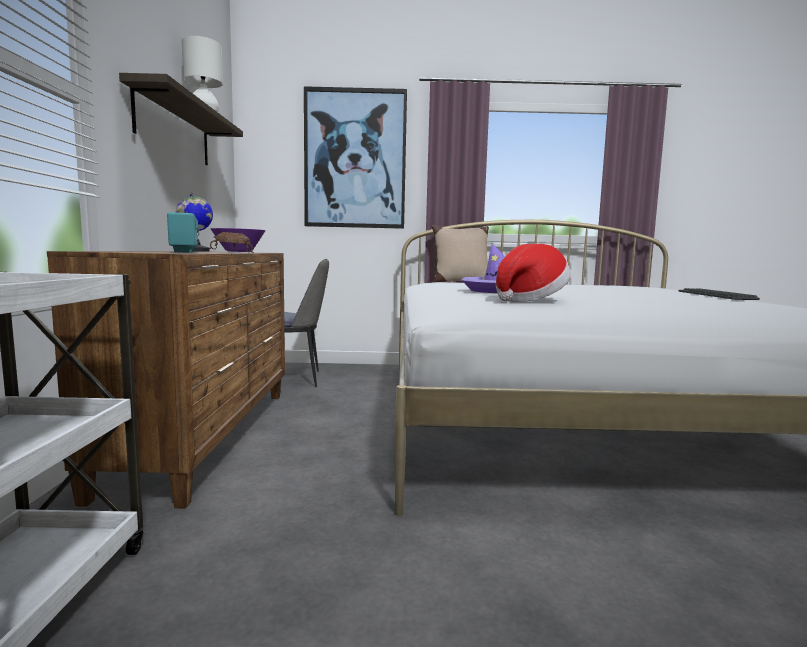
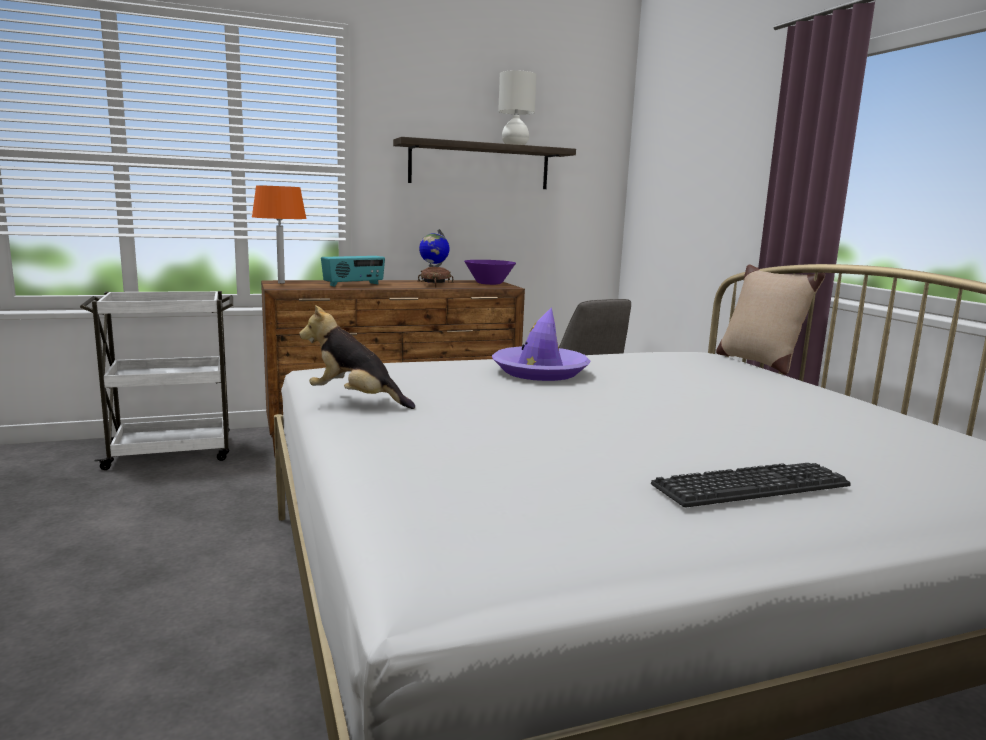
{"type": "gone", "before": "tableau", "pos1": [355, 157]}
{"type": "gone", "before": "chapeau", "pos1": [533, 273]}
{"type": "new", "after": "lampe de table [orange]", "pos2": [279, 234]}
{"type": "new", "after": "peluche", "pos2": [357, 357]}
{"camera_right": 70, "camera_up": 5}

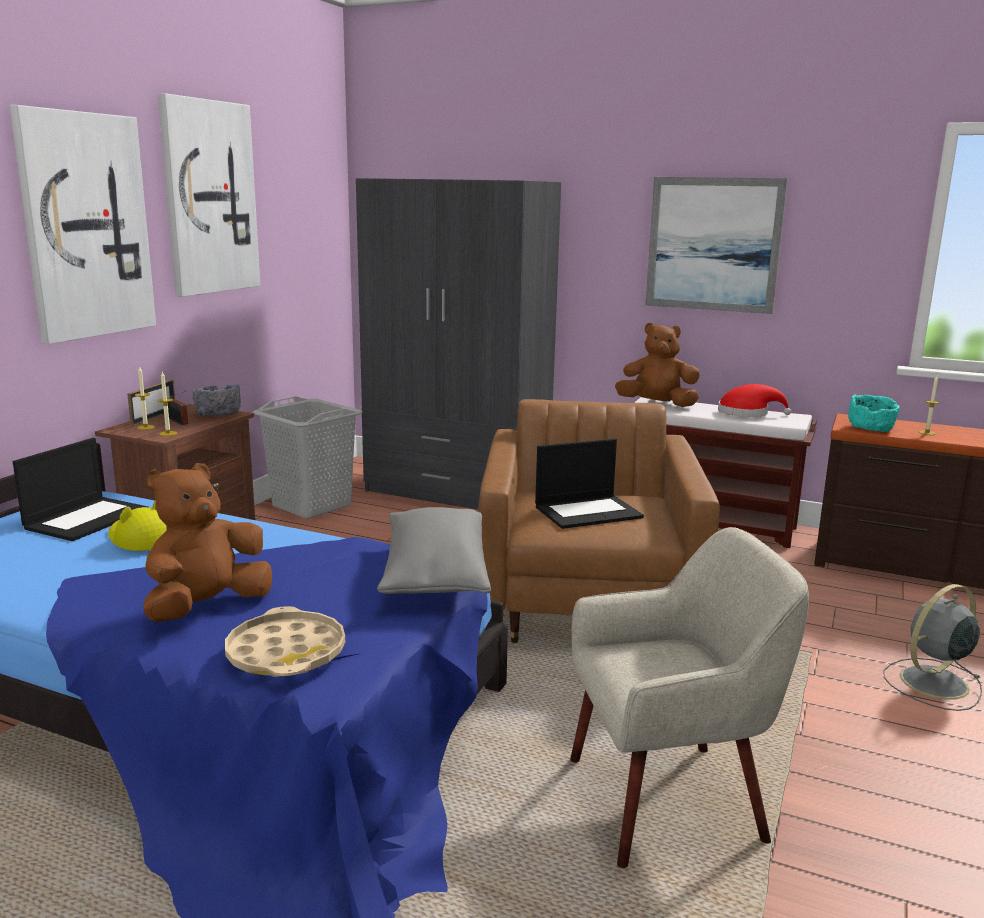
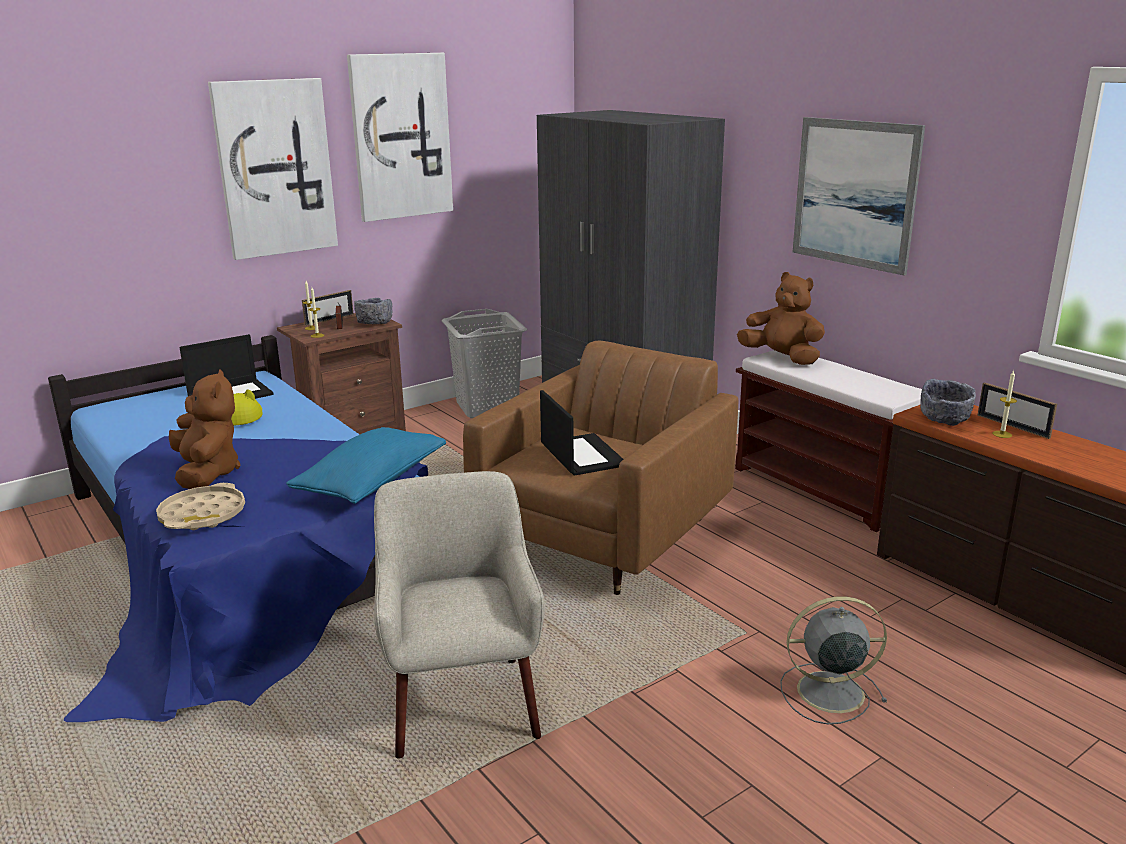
{"type": "rotated", "before": "peluche [marron]", "pos1": [207, 542], "pos2": [205, 429], "turn": 90}
{"type": "repainted", "before": "coussin [gris]", "after": "coussin [bleu]", "pos1": [434, 550], "pos2": [366, 465]}
{"type": "rotated", "before": "ordinateur portable", "pos1": [589, 483], "pos2": [581, 433], "turn": -120}
{"type": "rotated", "before": "fauteuil [beige]", "pos1": [689, 697], "pos2": [459, 615], "turn": -120}
{"type": "gone", "before": "chapeau [rouge]", "pos1": [754, 400]}
{"type": "repainted", "before": "bol [turquoise]", "after": "bol [gris]", "pos1": [874, 413], "pos2": [948, 402]}
{"type": "new", "after": "cadre photo", "pos2": [1017, 410]}
{"camera_right": 30, "camera_up": 5}

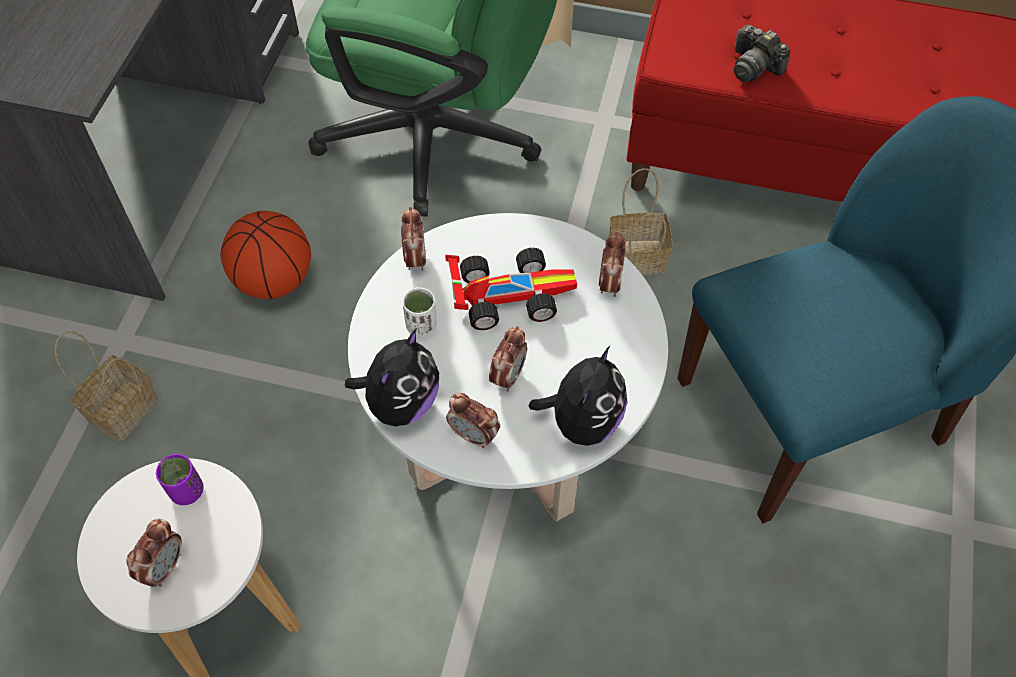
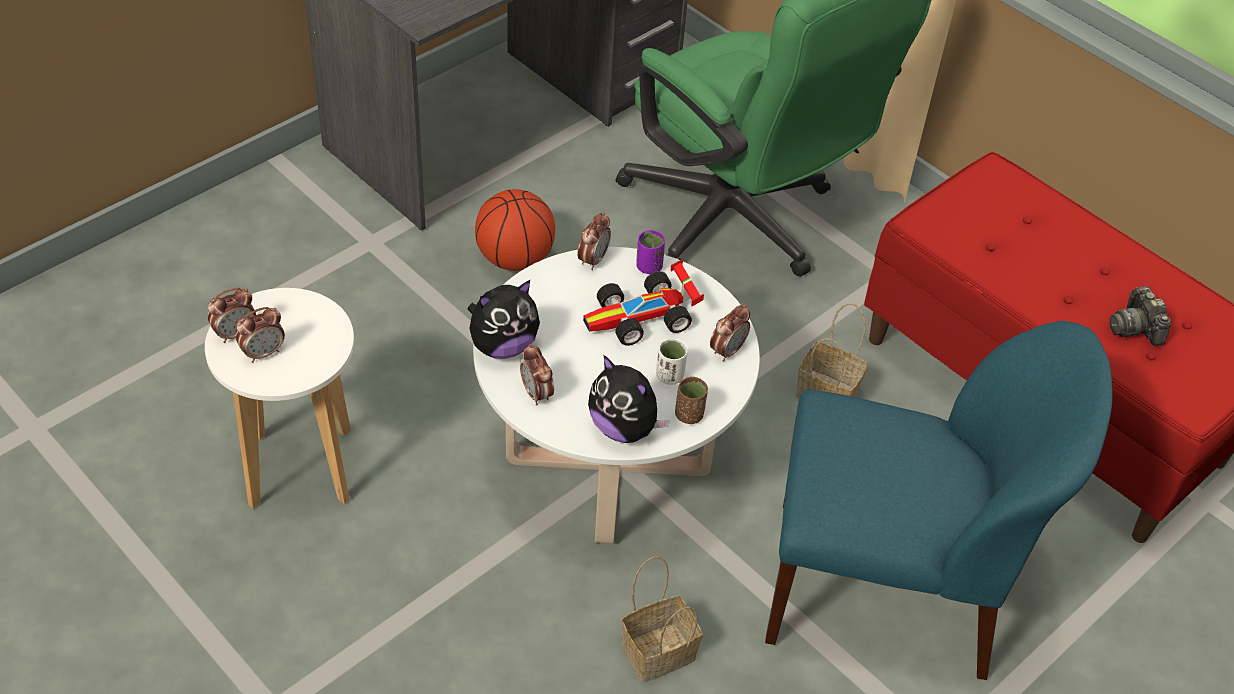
{"type": "shifted", "before": "panier", "pos1": [106, 386], "pos2": [662, 619]}
{"type": "shifted", "before": "tasse [violet]", "pos1": [180, 479], "pos2": [650, 252]}
{"type": "shifted", "before": "tasse [blanc]", "pos1": [419, 312], "pos2": [672, 362]}
{"type": "rotated", "before": "petite voiture", "pos1": [511, 289], "pos2": [643, 302], "turn": 135}
{"type": "shifted", "before": "réveil", "pos1": [508, 359], "pos2": [232, 315]}
{"type": "rotated", "before": "peluche", "pos1": [578, 396], "pos2": [629, 399], "turn": 75}
{"type": "shifted", "before": "appareil photo", "pos1": [762, 53], "pos2": [1140, 316]}
{"type": "new", "after": "tasse [marron]", "pos2": [691, 400]}
{"camera_right": 30, "camera_up": -10}

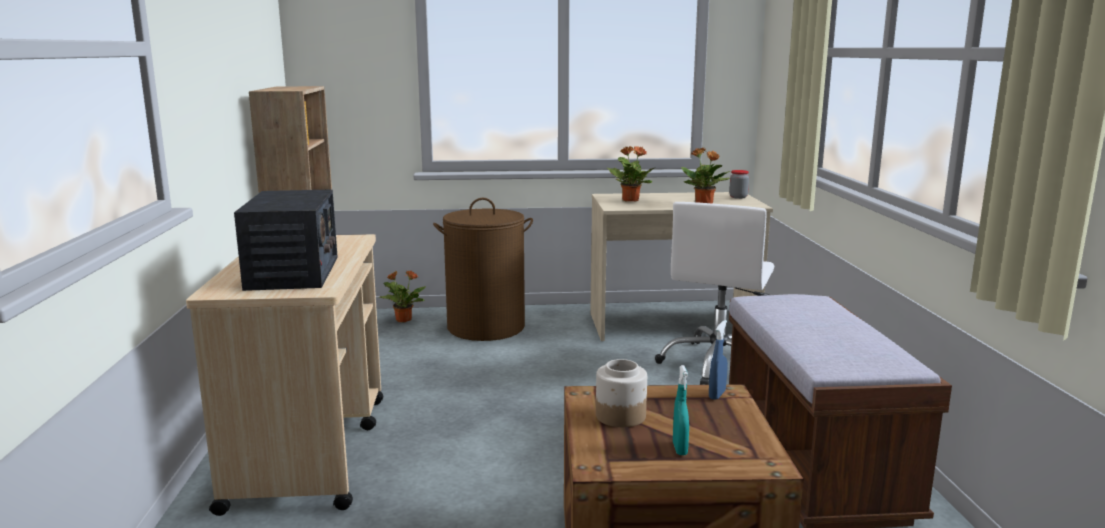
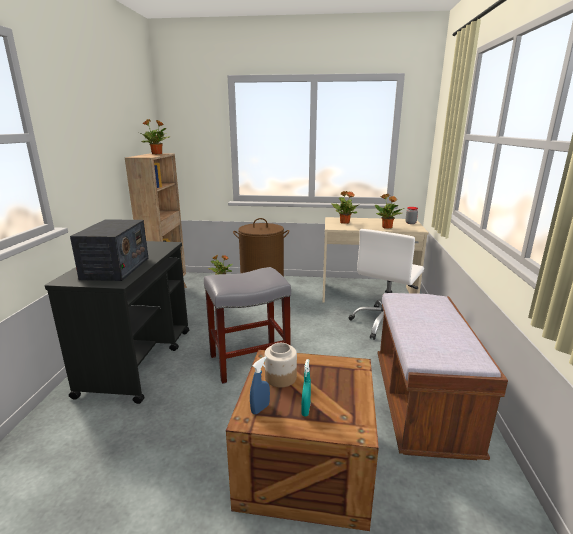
{"type": "repainted", "before": "chariot [beige]", "after": "chariot [noir]", "pos1": [284, 375], "pos2": [117, 322]}
{"type": "shifted", "before": "vaporisateur [bleu]", "pos1": [718, 360], "pos2": [260, 385]}
{"type": "new", "after": "plante en pot", "pos2": [155, 136]}
{"type": "new", "after": "tabouret [gris]", "pos2": [247, 325]}
{"camera_right": 10, "camera_up": 5}

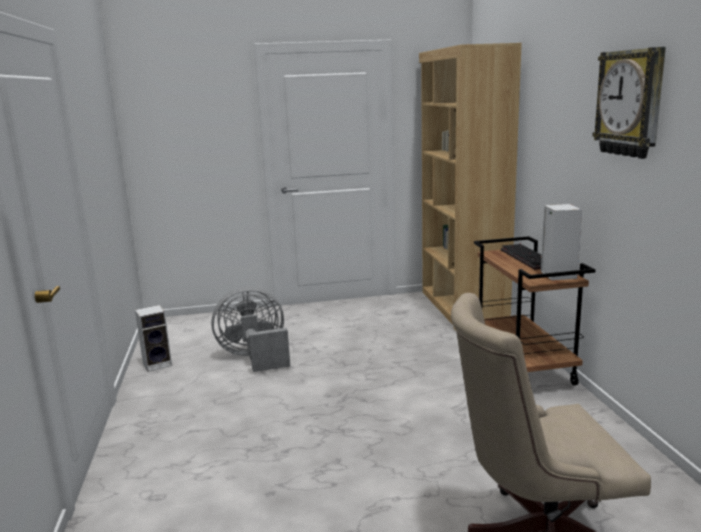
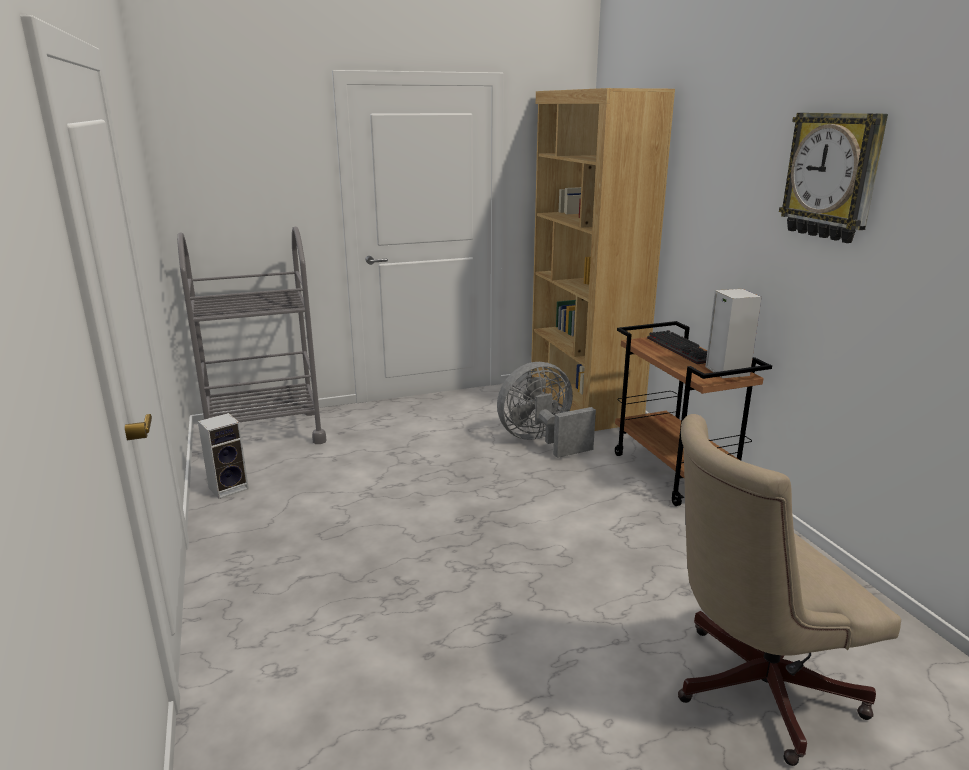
{"type": "shifted", "before": "ventilateur [gris]", "pos1": [250, 329], "pos2": [546, 410]}
{"type": "new", "after": "chariot [gris]", "pos2": [251, 335]}
{"camera_right": -10, "camera_up": 5}

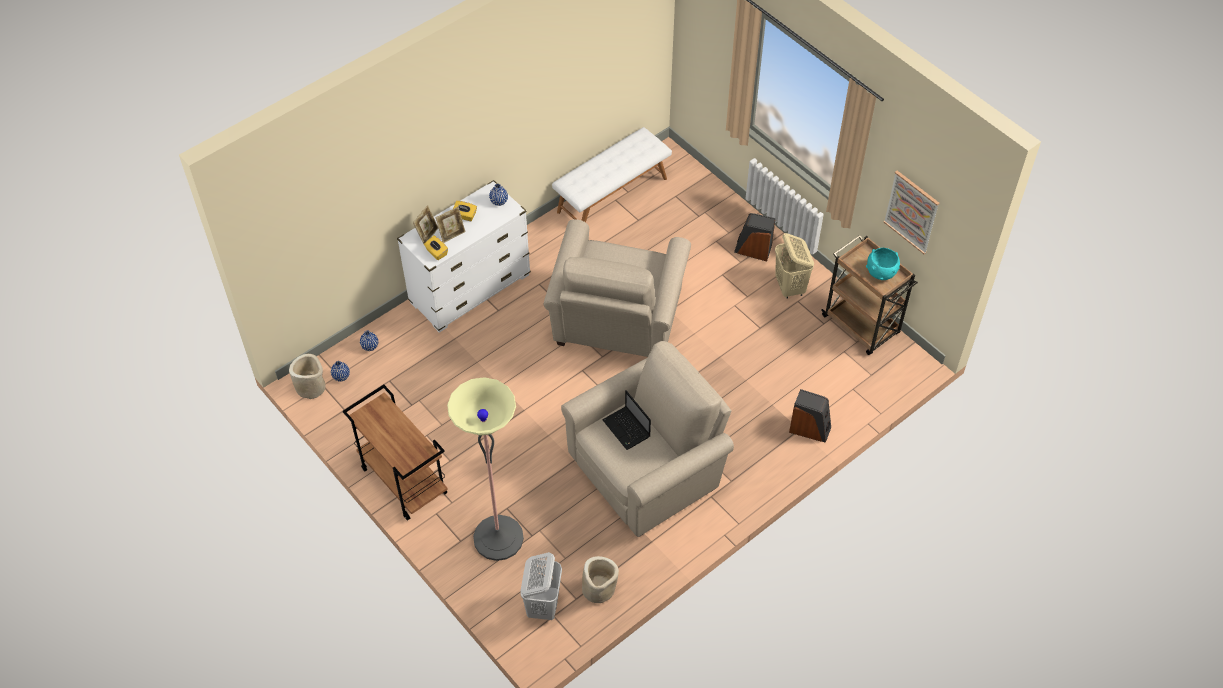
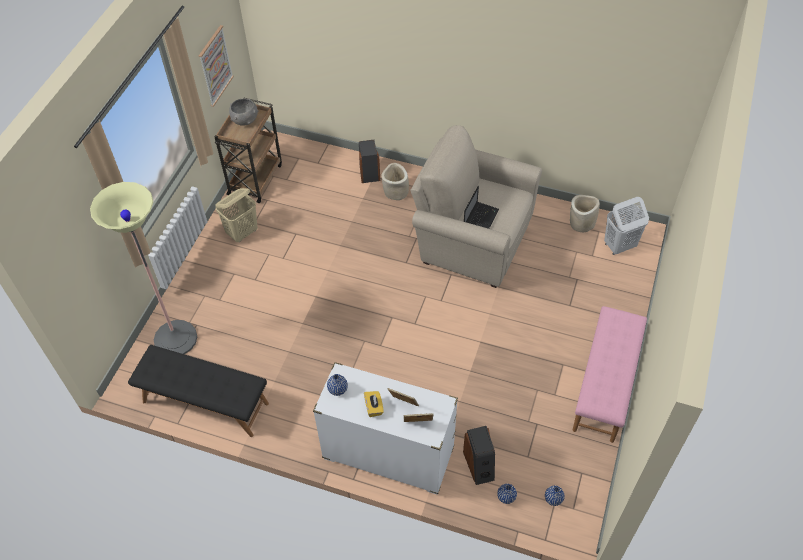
{"type": "shifted", "before": "cache-pot [beige]", "pos1": [307, 376], "pos2": [395, 181]}
{"type": "swapped", "before": "chariot [marron]", "after": "banc [rose]", "pos1": [395, 453], "pos2": [610, 374]}
{"type": "gone", "before": "boîte à mouchoirs [jaune]", "pos1": [436, 247]}
{"type": "shifted", "before": "lampadaire", "pos1": [485, 469], "pos2": [143, 268]}
{"type": "gone", "before": "fauteuil [beige]", "pos1": [617, 288]}
{"type": "repainted", "before": "banc [blanc]", "after": "banc [noir]", "pos1": [612, 174], "pos2": [198, 391]}
{"type": "shifted", "before": "enceinte", "pos1": [754, 237], "pos2": [479, 455]}
{"type": "repainted", "before": "bol [turquoise]", "after": "bol [gris]", "pos1": [883, 264], "pos2": [243, 112]}
{"camera_right": -120, "camera_up": 0}

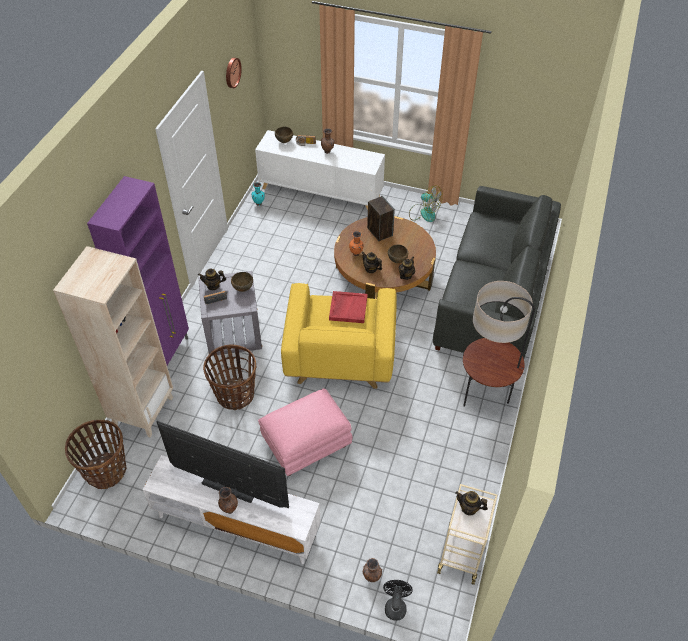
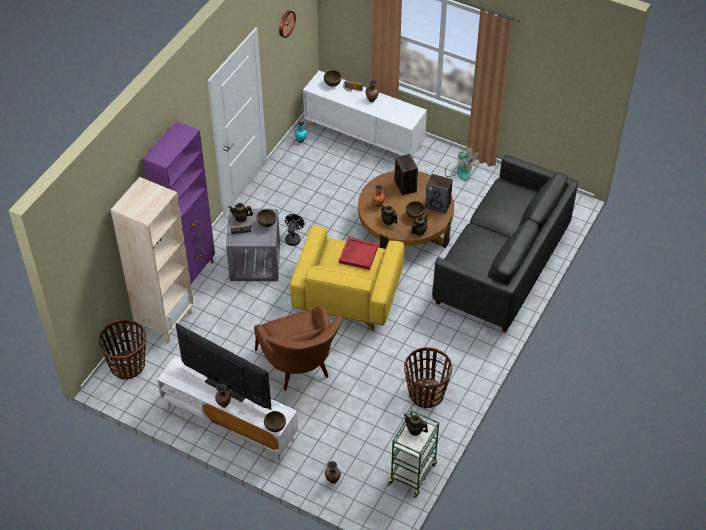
{"type": "shifted", "before": "panier", "pos1": [230, 377], "pos2": [428, 377]}
{"type": "swapped", "before": "pouf [rose]", "after": "fauteuil [marron]", "pos1": [305, 432], "pos2": [298, 348]}
{"type": "shifted", "before": "ventilateur [noir]", "pos1": [398, 600], "pos2": [295, 230]}
{"type": "repainted", "before": "chariot [beige]", "after": "chariot [vert]", "pos1": [467, 534], "pos2": [413, 454]}
{"type": "gone", "before": "lampadaire", "pos1": [499, 344]}
{"type": "new", "after": "bol [marron]", "pos2": [275, 421]}
{"type": "new", "after": "enceinte", "pos2": [439, 194]}
{"camera_right": 10, "camera_up": 0}

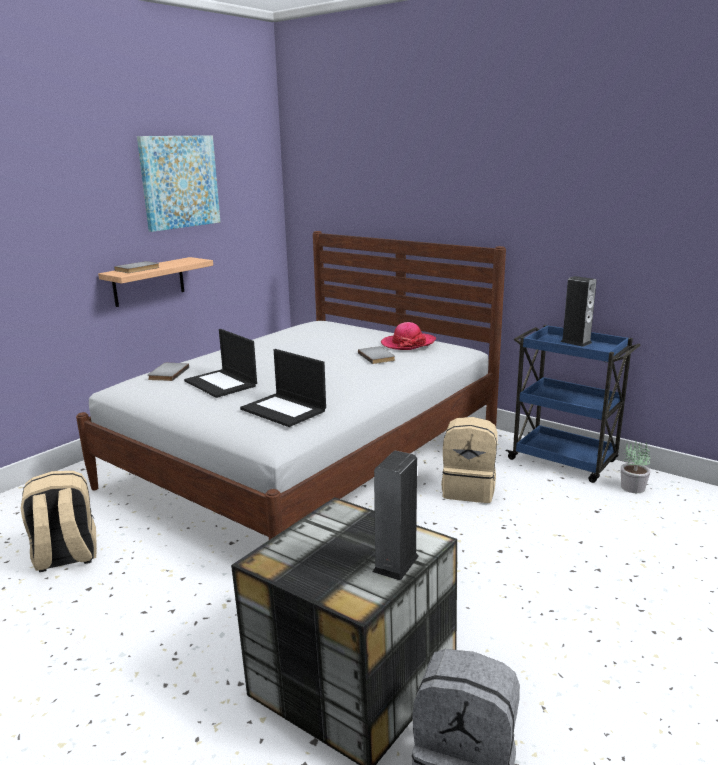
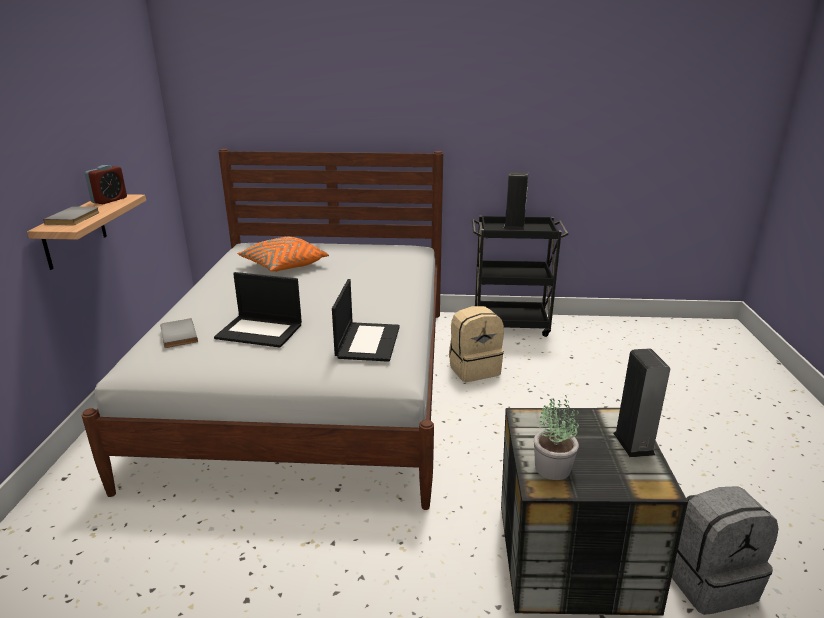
{"type": "gone", "before": "sac à dos [beige]", "pos1": [59, 521]}
{"type": "gone", "before": "tableau", "pos1": [178, 183]}
{"type": "rotated", "before": "ordinateur portable", "pos1": [283, 388], "pos2": [366, 320], "turn": -90}
{"type": "gone", "before": "livre [gris]", "pos1": [376, 355]}
{"type": "gone", "before": "chapeau", "pos1": [408, 336]}
{"type": "repainted", "before": "chariot [bleu]", "after": "chariot [noir]", "pos1": [573, 404], "pos2": [520, 276]}
{"type": "shifted", "before": "plante en pot", "pos1": [636, 466], "pos2": [556, 437]}
{"type": "new", "after": "réveil", "pos2": [106, 184]}
{"type": "new", "after": "coussin [orange]", "pos2": [283, 254]}
{"camera_right": -35, "camera_up": 5}

